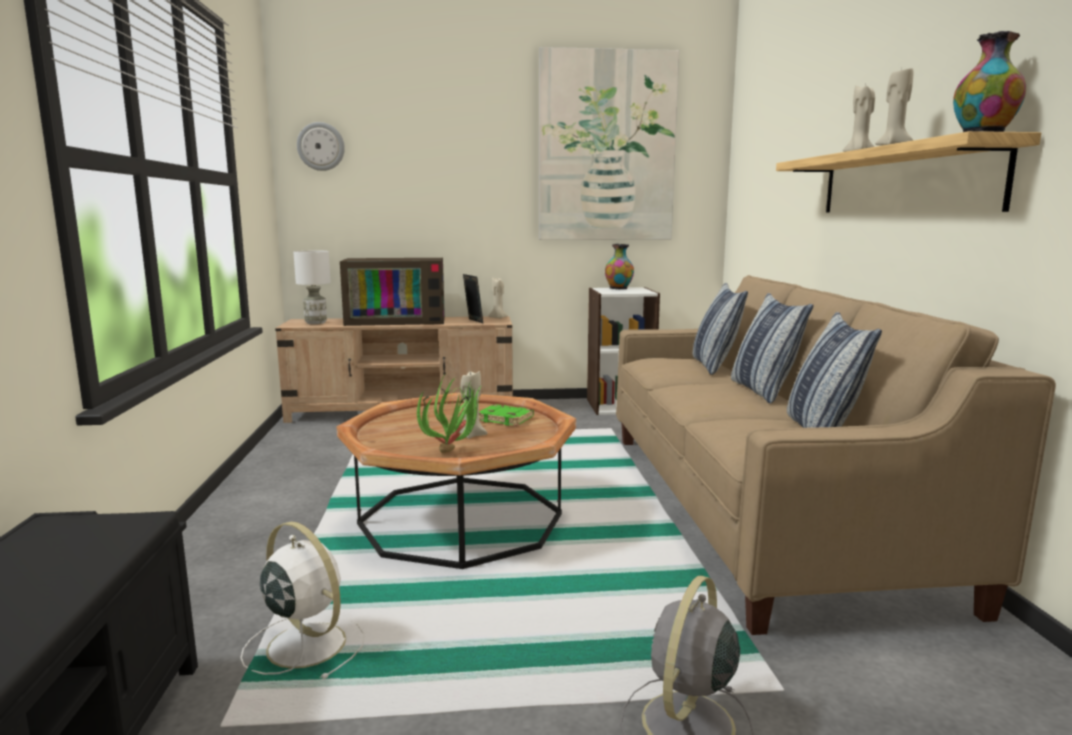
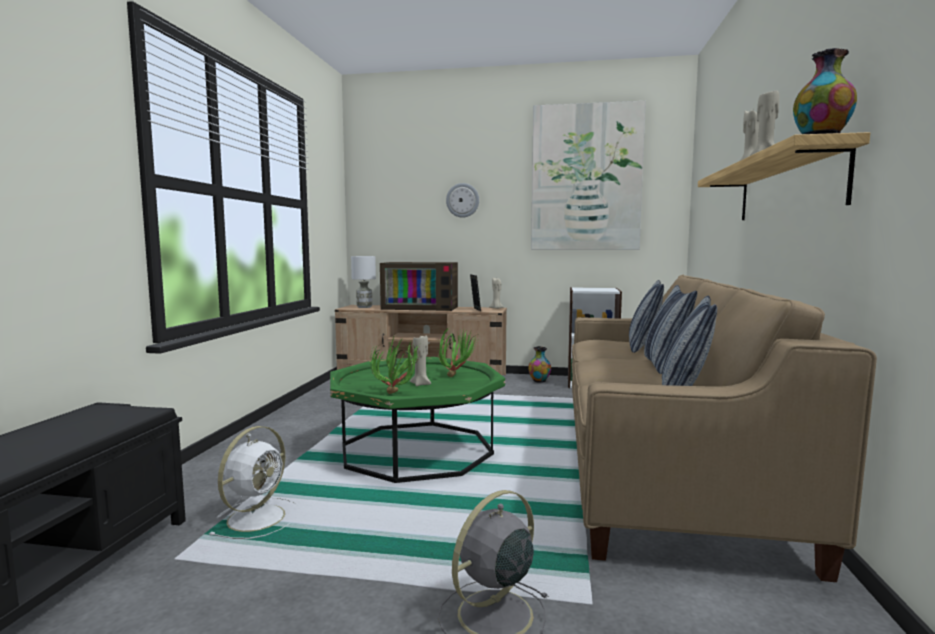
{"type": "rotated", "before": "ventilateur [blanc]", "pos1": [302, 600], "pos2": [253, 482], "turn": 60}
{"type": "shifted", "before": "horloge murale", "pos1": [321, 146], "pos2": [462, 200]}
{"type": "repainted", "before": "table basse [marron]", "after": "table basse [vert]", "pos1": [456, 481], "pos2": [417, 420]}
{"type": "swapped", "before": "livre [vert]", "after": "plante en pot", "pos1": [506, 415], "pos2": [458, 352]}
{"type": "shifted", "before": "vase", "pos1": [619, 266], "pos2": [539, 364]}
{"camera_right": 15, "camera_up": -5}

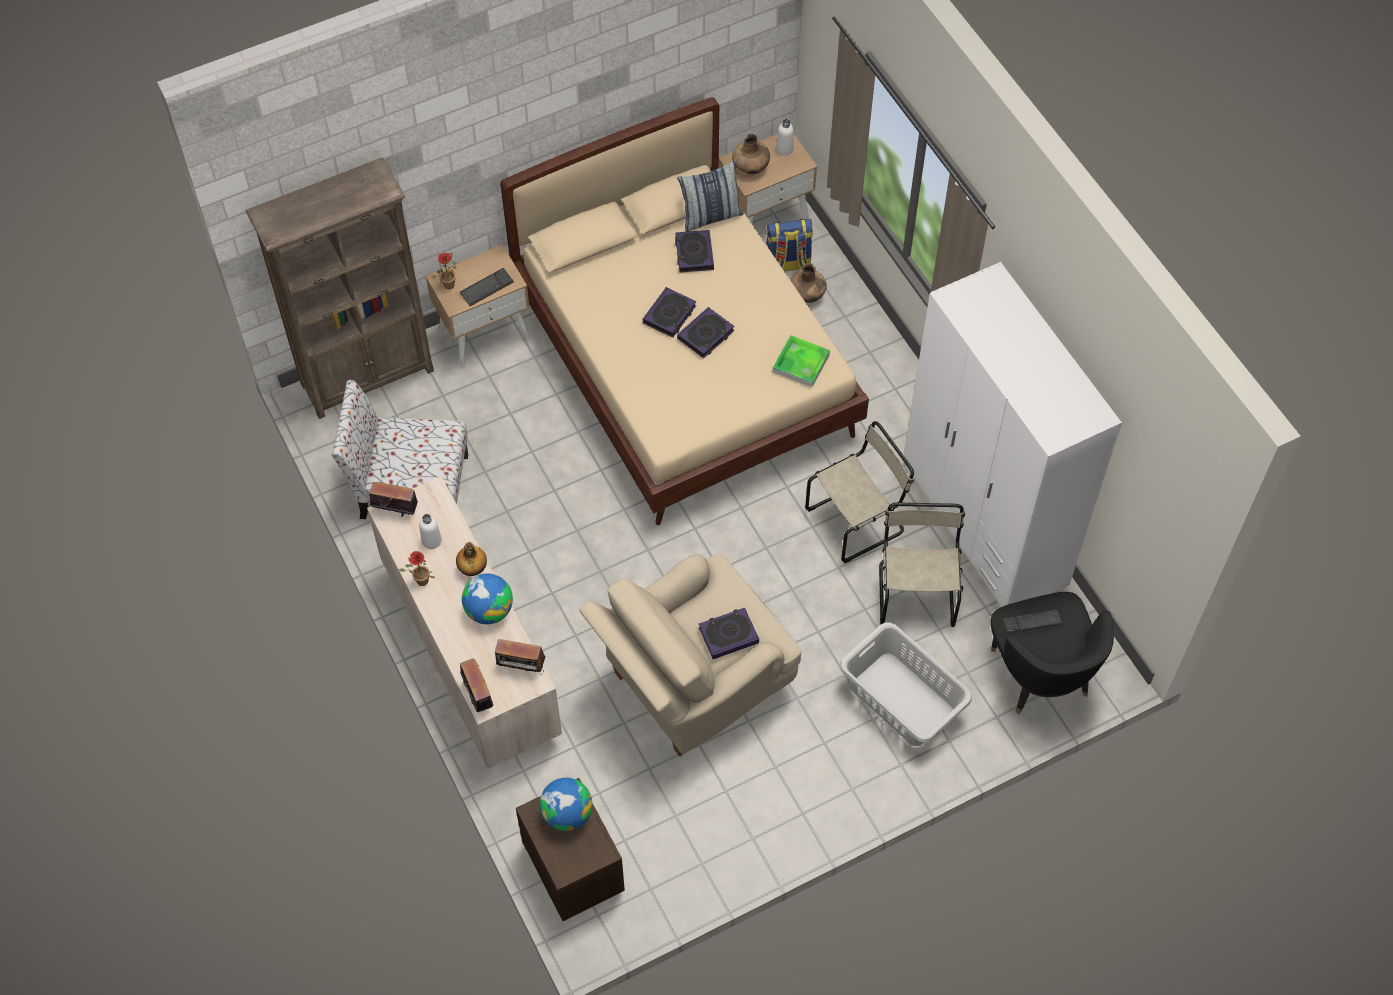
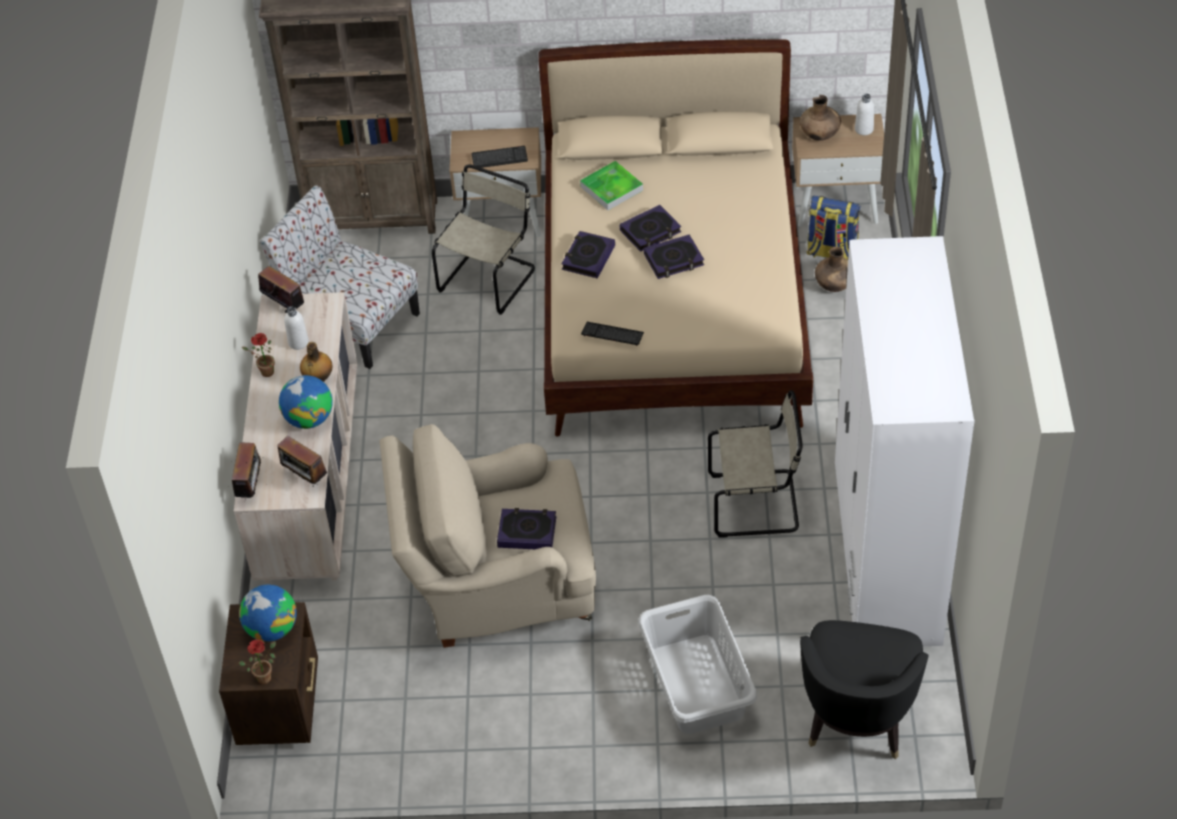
{"type": "shifted", "before": "plante en pot", "pos1": [444, 270], "pos2": [257, 662]}
{"type": "shifted", "before": "livre", "pos1": [694, 251], "pos2": [588, 255]}
{"type": "gone", "before": "coussin", "pos1": [710, 196]}
{"type": "shifted", "before": "plateau", "pos1": [801, 361], "pos2": [611, 185]}
{"type": "shifted", "before": "chaise [beige]", "pos1": [922, 564], "pos2": [483, 239]}
{"type": "shifted", "before": "clavier", "pos1": [1032, 620], "pos2": [612, 334]}
{"camera_right": 30, "camera_up": -10}

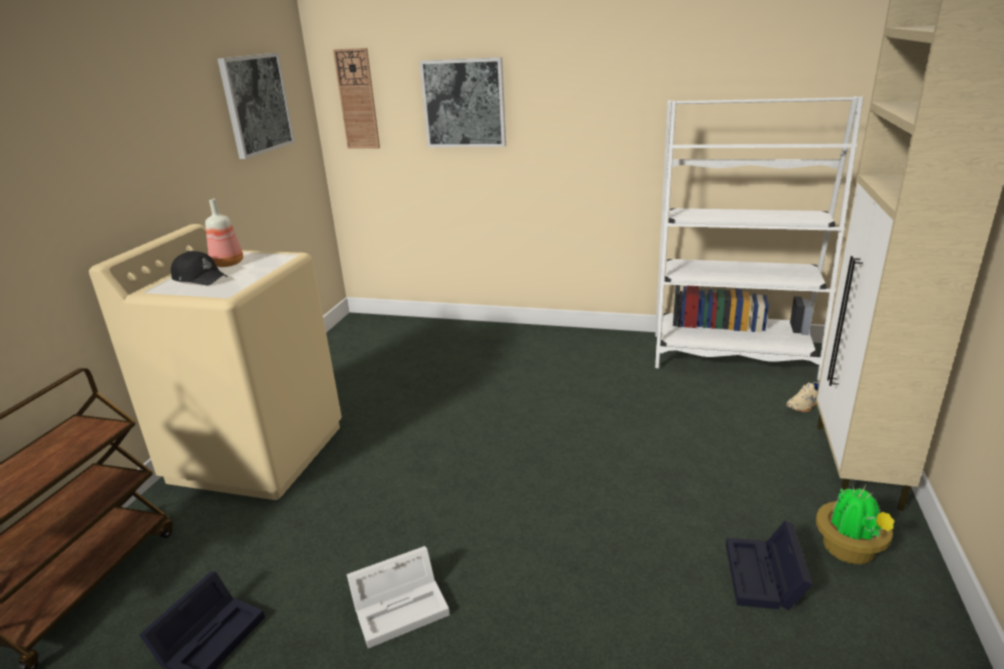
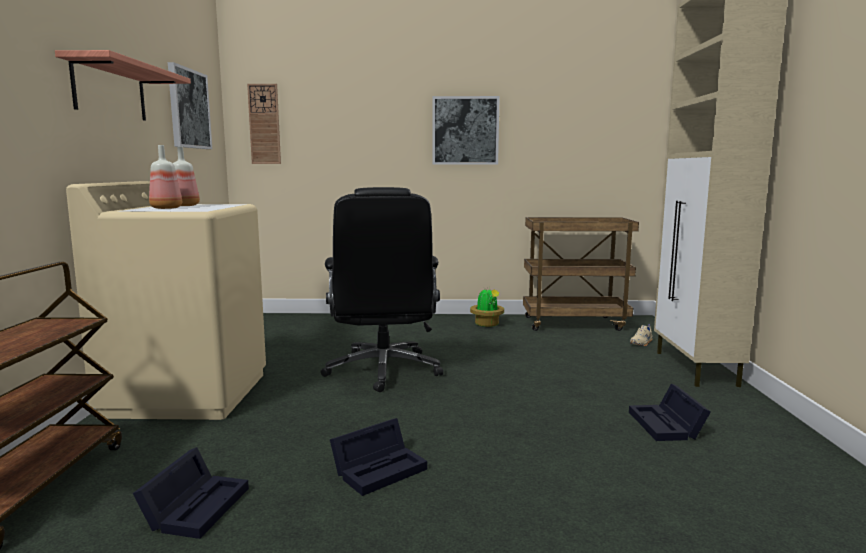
{"type": "swapped", "before": "casquette [noir]", "after": "bouteille", "pos1": [199, 268], "pos2": [165, 177]}
{"type": "repainted", "before": "boîte de rangement [blanc]", "after": "boîte de rangement [noir]", "pos1": [398, 597], "pos2": [378, 457]}
{"type": "shifted", "before": "tableau", "pos1": [462, 102], "pos2": [466, 130]}
{"type": "swapped", "before": "bibliothèque [blanc]", "after": "chariot [marron]", "pos1": [759, 238], "pos2": [581, 274]}
{"type": "shifted", "before": "plante en pot", "pos1": [855, 524], "pos2": [487, 307]}
{"type": "new", "after": "étagère", "pos2": [123, 85]}
{"type": "new", "after": "chaise de bureau [noir]", "pos2": [382, 289]}
{"camera_right": -15, "camera_up": -15}

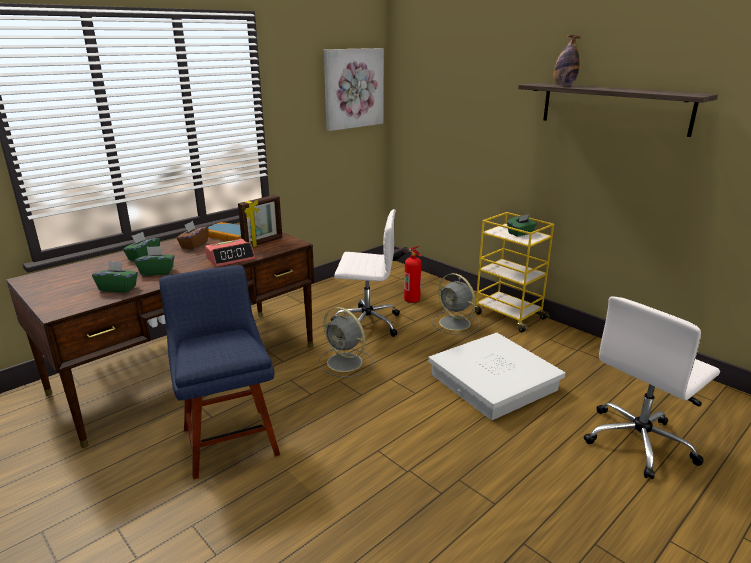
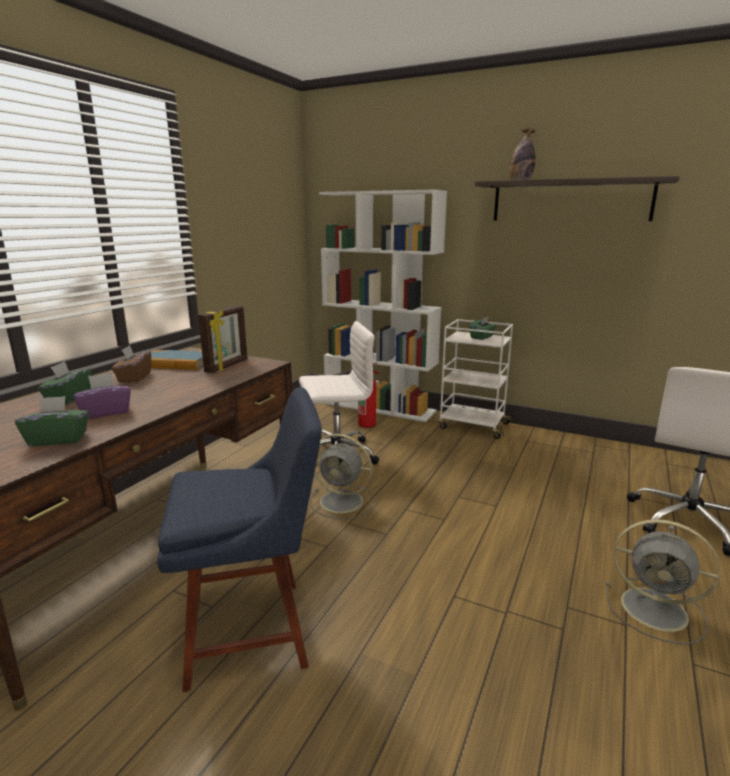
{"type": "repainted", "before": "boîte à mouchoirs [vert]", "after": "boîte à mouchoirs [violet]", "pos1": [154, 261], "pos2": [102, 396]}
{"type": "rotated", "before": "chaise [bleu]", "pos1": [219, 372], "pos2": [239, 539], "turn": 120}
{"type": "gone", "before": "réveil", "pos1": [230, 253]}
{"type": "gone", "before": "tableau", "pos1": [354, 89]}
{"type": "gone", "before": "boîte de rangement [blanc]", "pos1": [496, 377]}
{"type": "shifted", "before": "ventilateur [gris]", "pos1": [456, 304], "pos2": [663, 581]}
{"type": "repainted", "before": "chariot [jaune]", "after": "chariot [blanc]", "pos1": [514, 272], "pos2": [475, 379]}
{"type": "new", "after": "bibliothèque [blanc]", "pos2": [383, 305]}
{"camera_right": -20, "camera_up": -5}

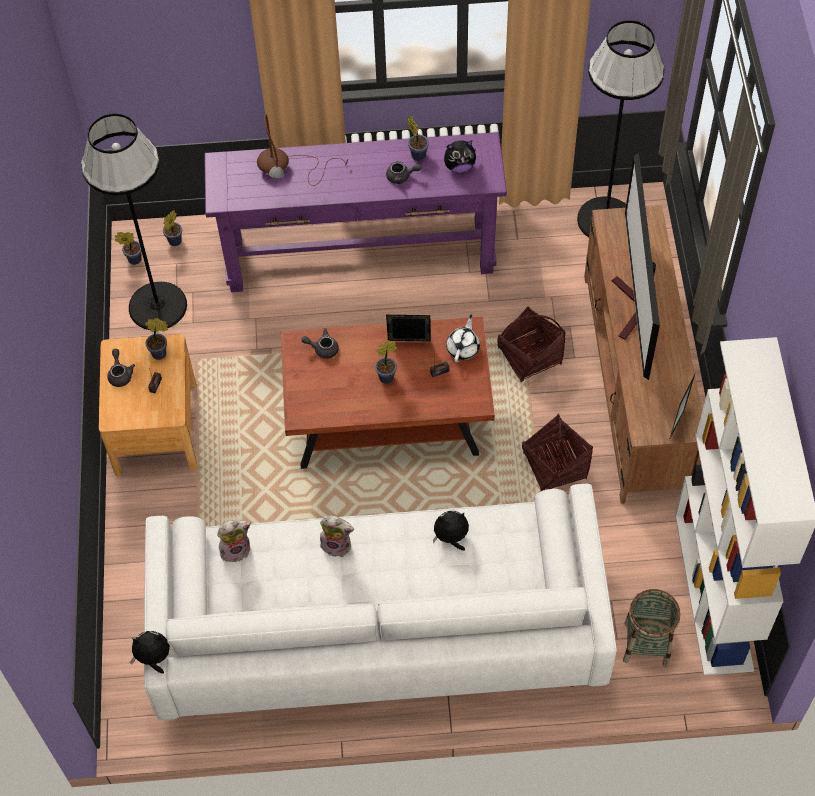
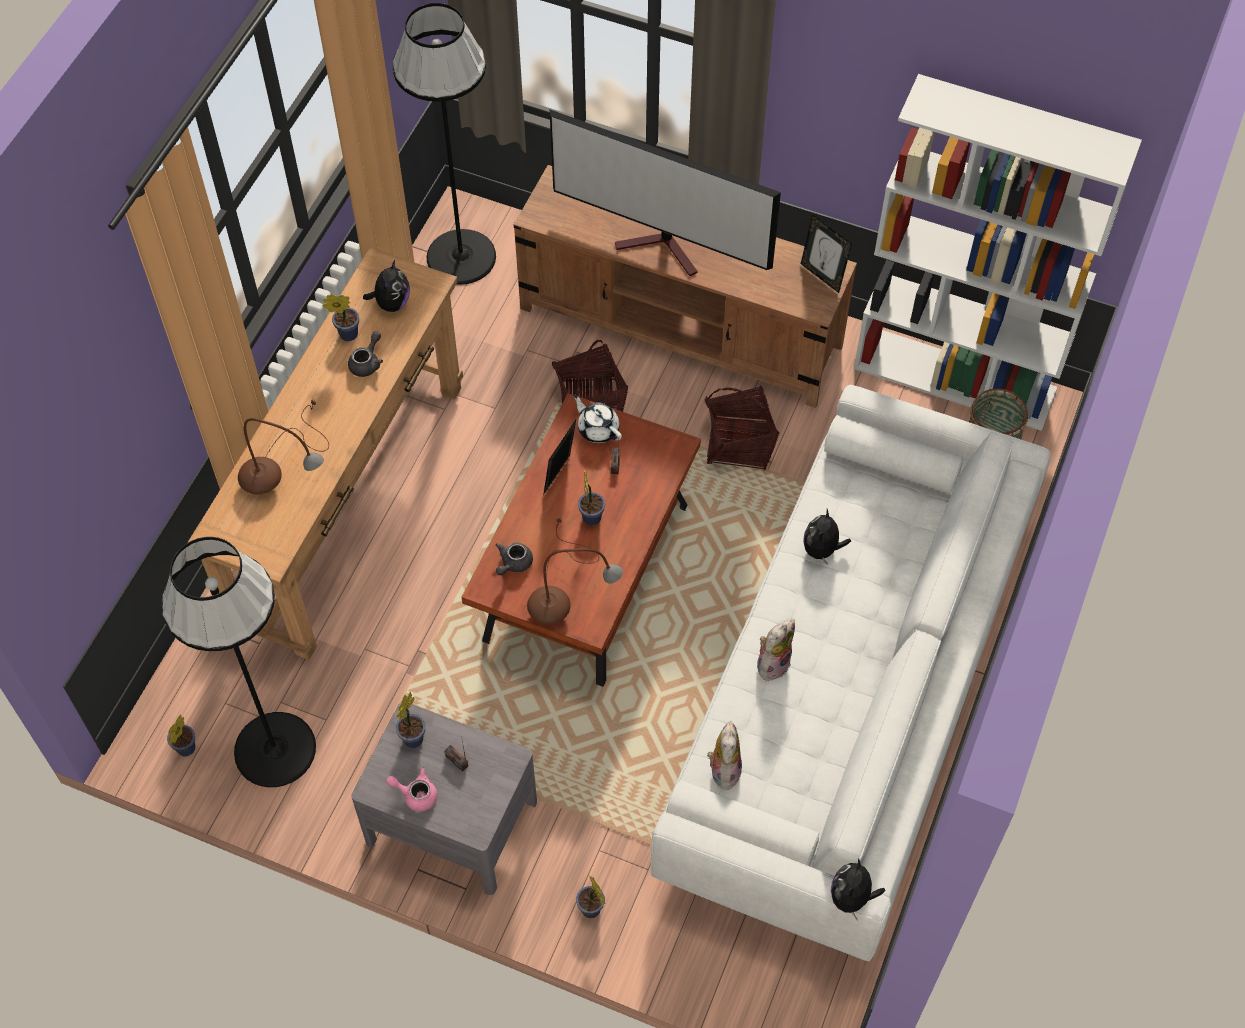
{"type": "repainted", "before": "table de chevet [marron]", "after": "table de chevet [gris]", "pos1": [148, 405], "pos2": [444, 798]}
{"type": "repainted", "before": "théière [gris]", "after": "théière [rose]", "pos1": [121, 368], "pos2": [411, 789]}
{"type": "shifted", "before": "plante en pot", "pos1": [172, 228], "pos2": [590, 896]}
{"type": "repainted", "before": "table console [violet]", "after": "table console [marron]", "pos1": [355, 212], "pos2": [325, 454]}
{"type": "new", "after": "lampe de table [marron]", "pos2": [575, 571]}
{"camera_right": -65, "camera_up": 0}

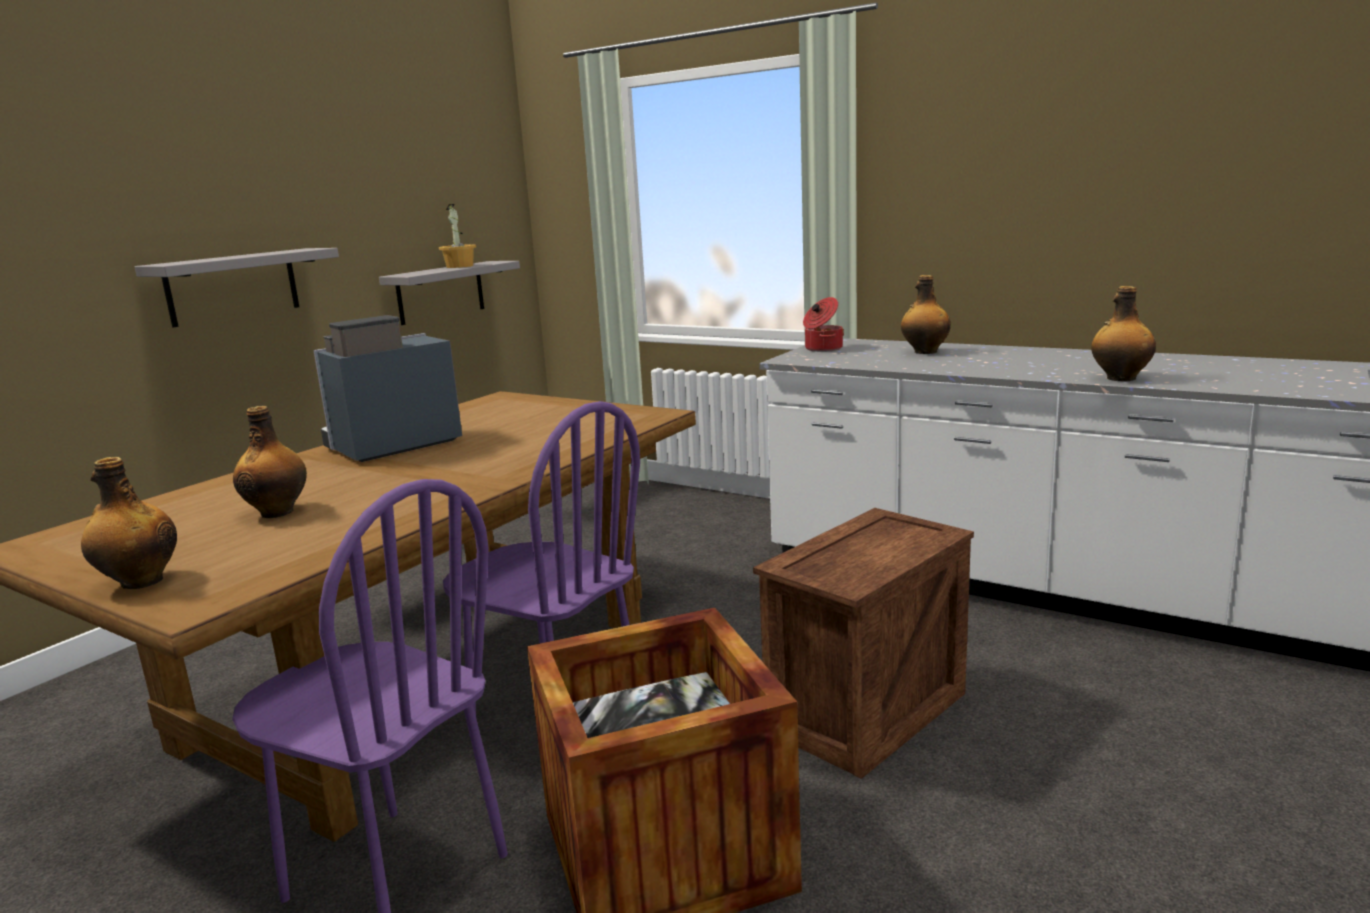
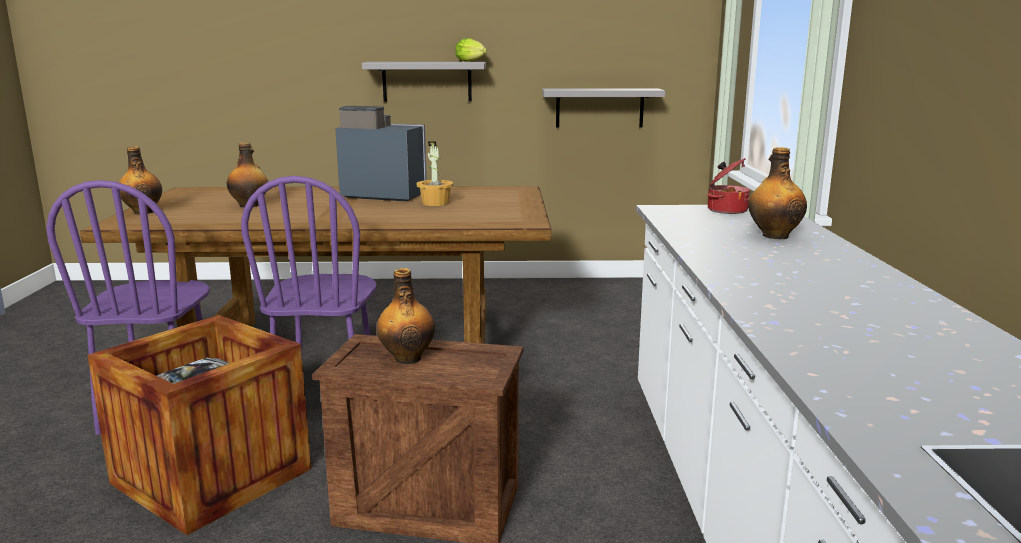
{"type": "shifted", "before": "plante en pot", "pos1": [457, 236], "pos2": [435, 174]}
{"type": "shifted", "before": "bouteille", "pos1": [1123, 333], "pos2": [405, 316]}
{"type": "new", "after": "laitue", "pos2": [471, 50]}
{"camera_right": 55, "camera_up": 0}

